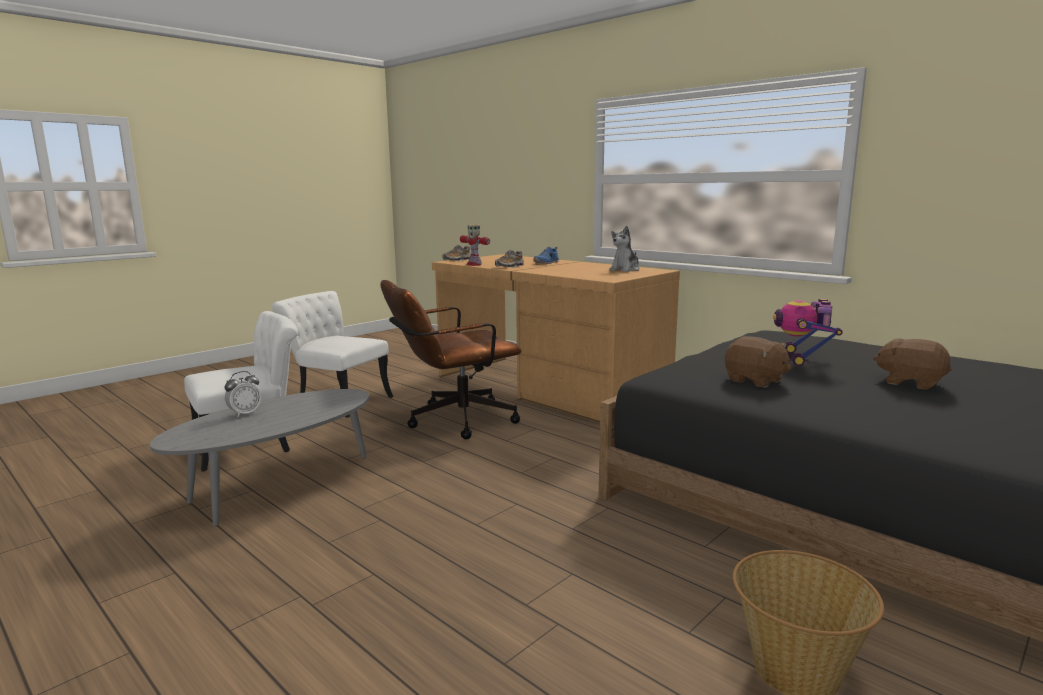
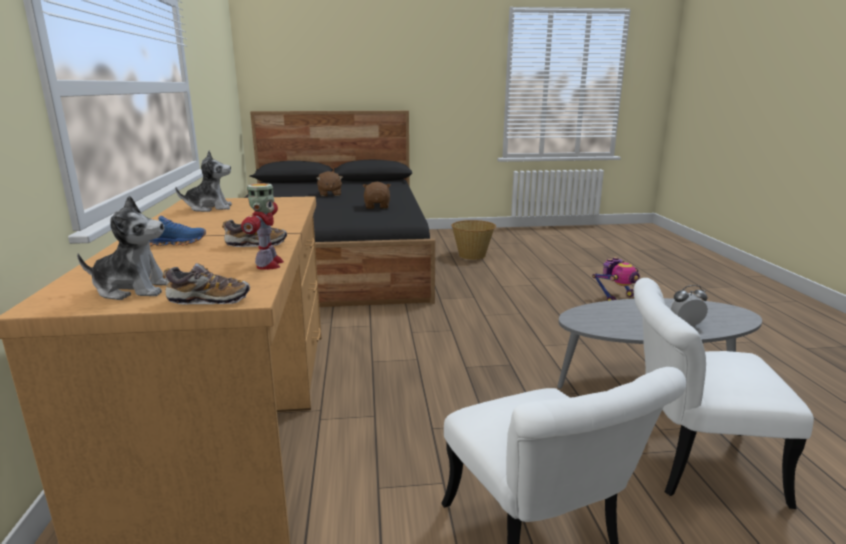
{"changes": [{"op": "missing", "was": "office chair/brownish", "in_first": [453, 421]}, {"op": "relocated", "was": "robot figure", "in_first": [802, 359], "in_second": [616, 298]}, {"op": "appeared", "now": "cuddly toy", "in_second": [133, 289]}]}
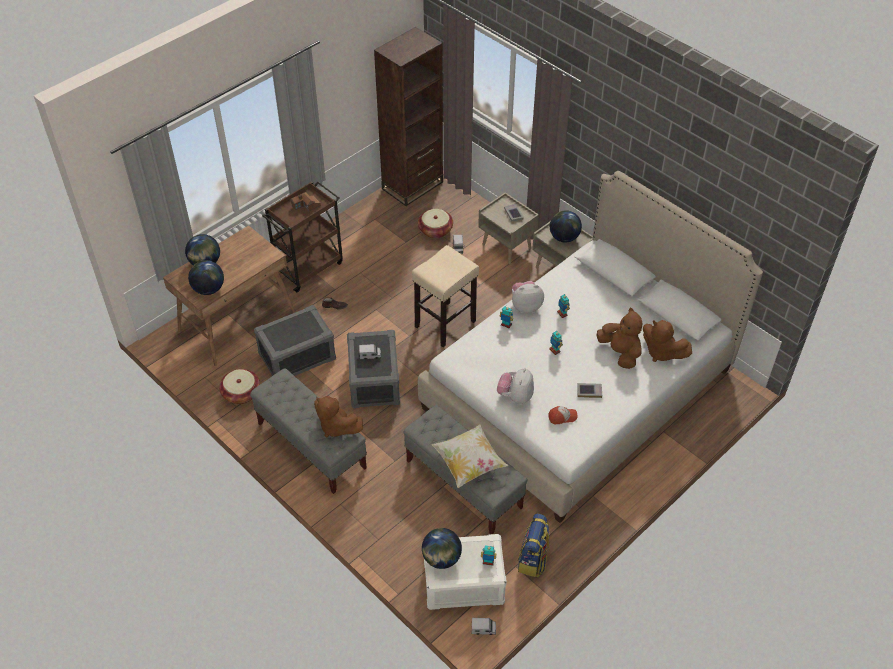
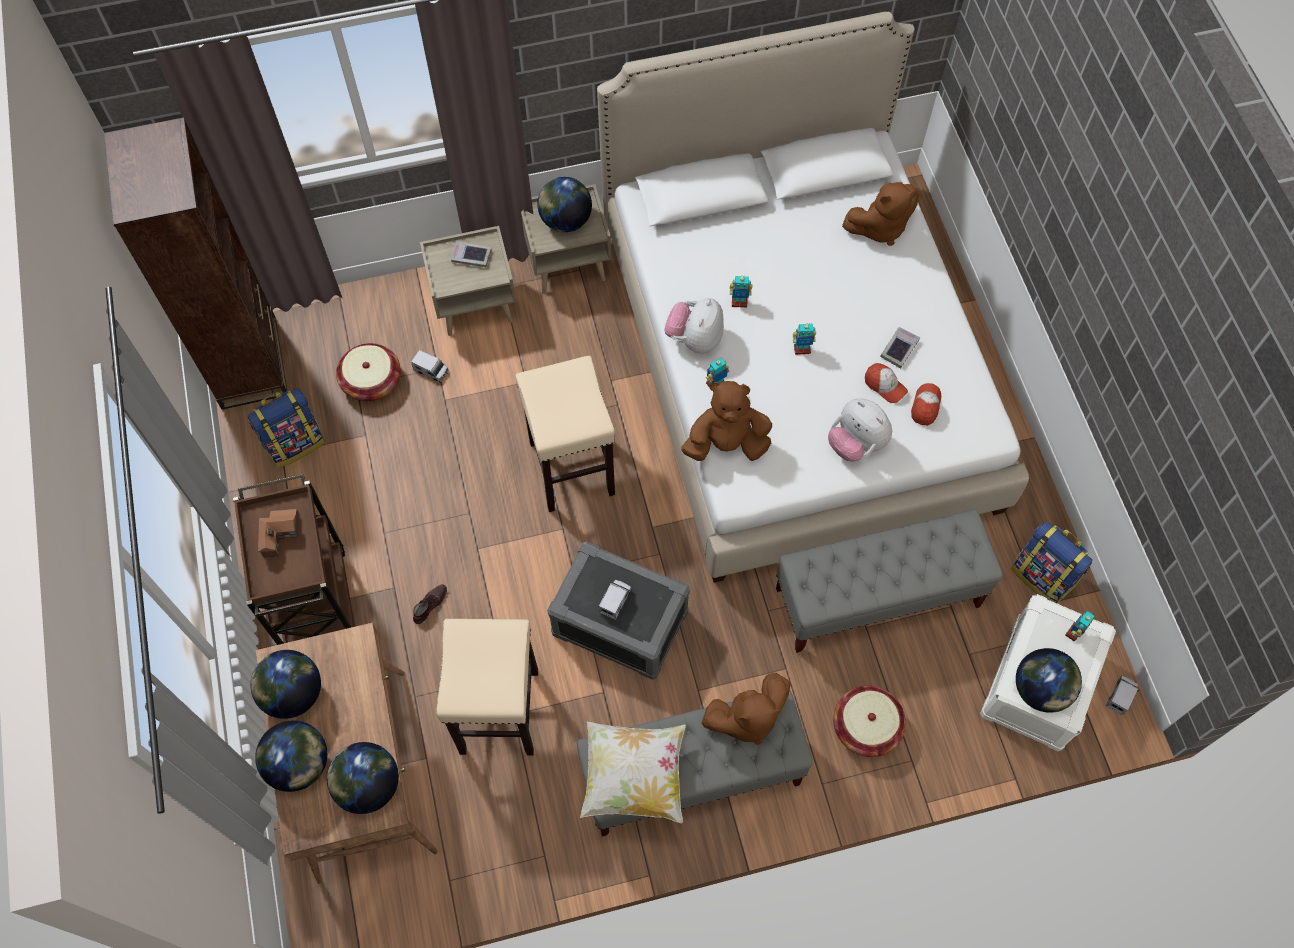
{"changes": [{"op": "exchanged", "was": "storage bin/grey", "now": "stool seat/sand-coloured", "in_first": [297, 357], "in_second": [499, 713]}, {"op": "relocated", "was": "cuddly toy/brownish", "in_first": [620, 353], "in_second": [726, 444]}, {"op": "relocated", "was": "basket", "in_first": [241, 393], "in_second": [866, 727]}, {"op": "relocated", "was": "cushion", "in_first": [469, 463], "in_second": [634, 777]}, {"op": "appeared", "now": "cap", "in_second": [884, 386]}, {"op": "appeared", "now": "backpack", "in_second": [295, 443]}, {"op": "appeared", "now": "globe", "in_second": [293, 693]}]}
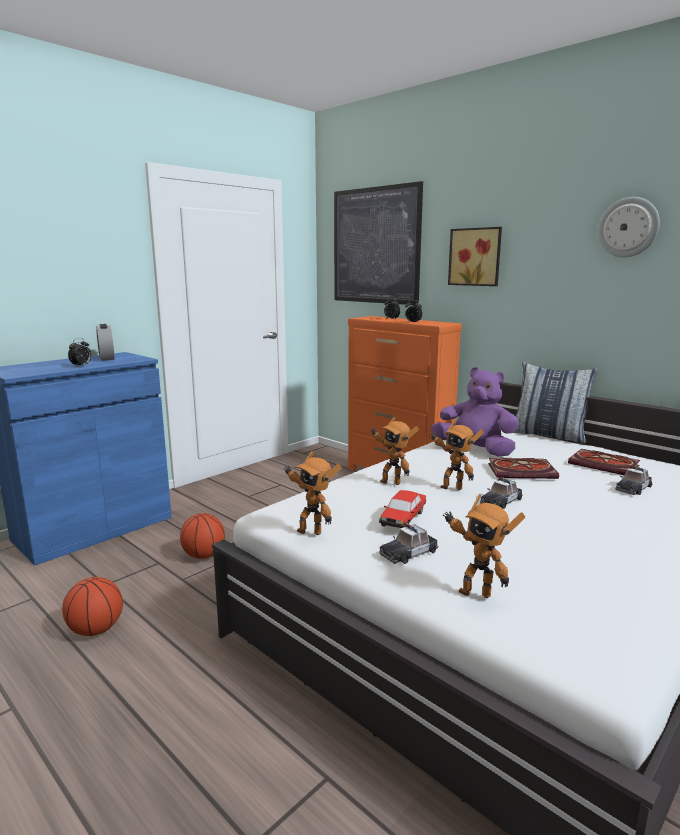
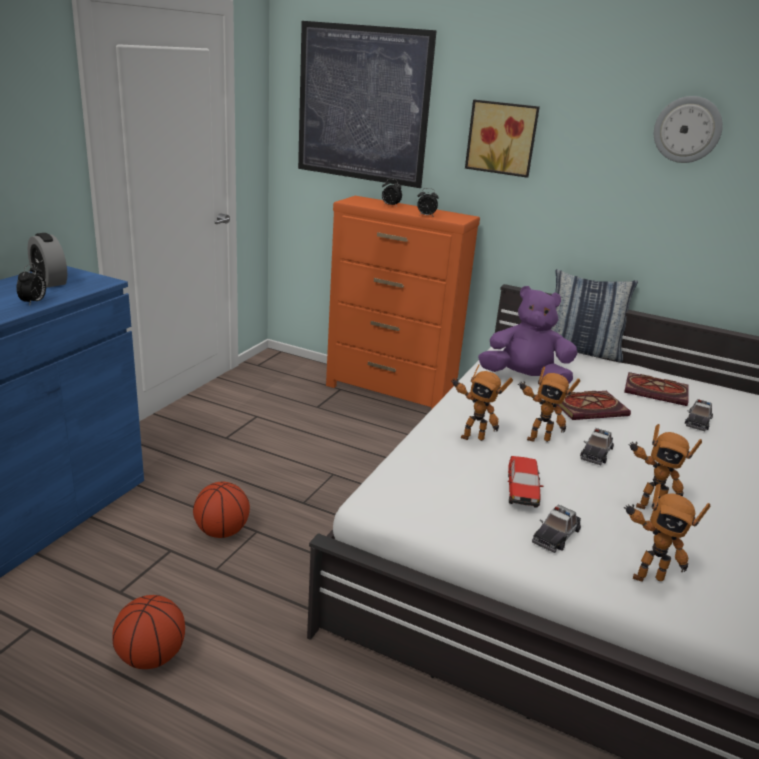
{"changes": [{"op": "relocated", "was": "robot figure", "in_first": [310, 531], "in_second": [647, 505]}]}
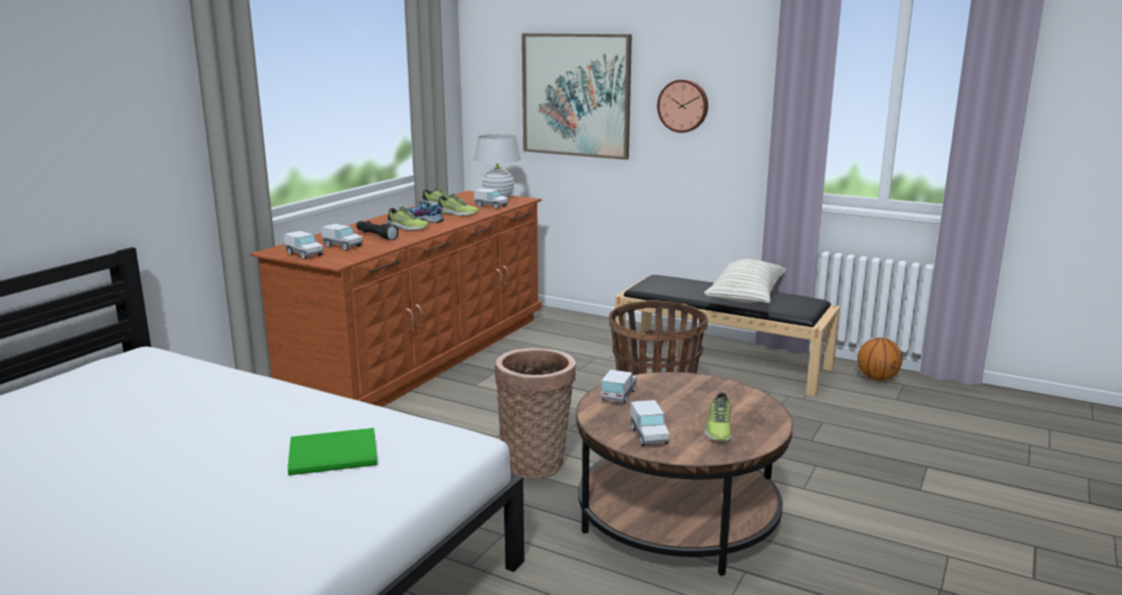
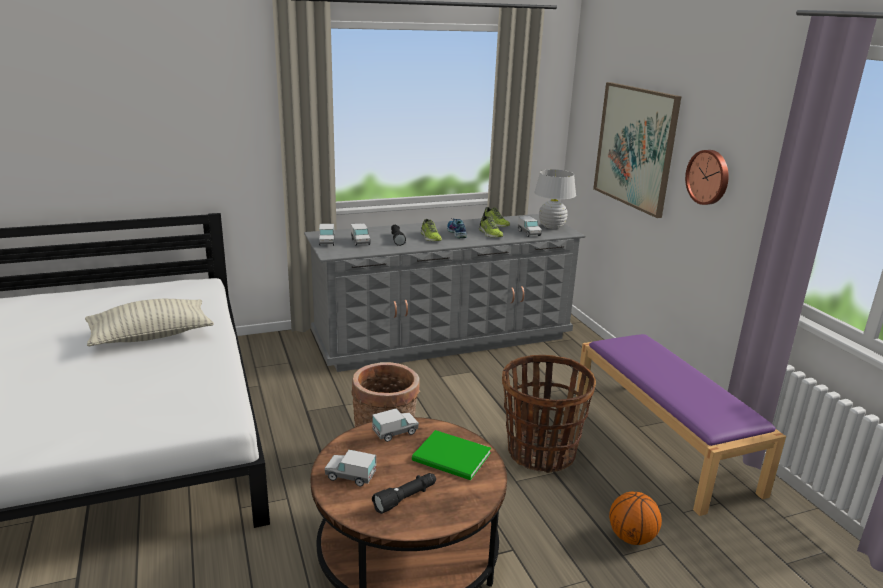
{"changes": [{"op": "colour", "was": "drawer chest/brownish", "now": "drawer chest/grey", "in_first": [422, 355], "in_second": [443, 338]}, {"op": "relocated", "was": "cushion", "in_first": [746, 297], "in_second": [151, 336]}, {"op": "colour", "was": "indoor bench/black", "now": "indoor bench/purple-coloured", "in_first": [723, 362], "in_second": [663, 441]}, {"op": "relocated", "was": "ball for basketball", "in_first": [877, 378], "in_second": [631, 537]}, {"op": "exchanged", "was": "shoe", "now": "hand torch/black", "in_first": [718, 429], "in_second": [406, 498]}, {"op": "spun", "was": "toy lorry", "in_first": [649, 436], "in_second": [350, 476], "clockwise": 75}, {"op": "relocated", "was": "volume/greenish", "in_first": [336, 455], "in_second": [452, 458]}]}
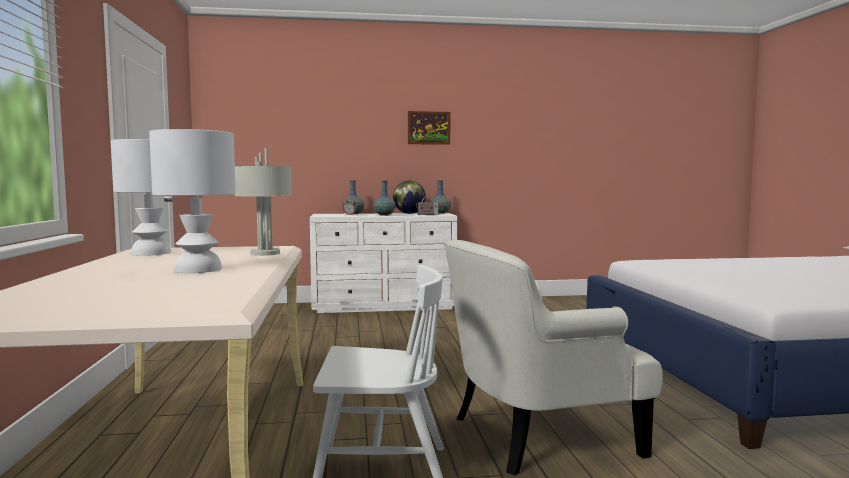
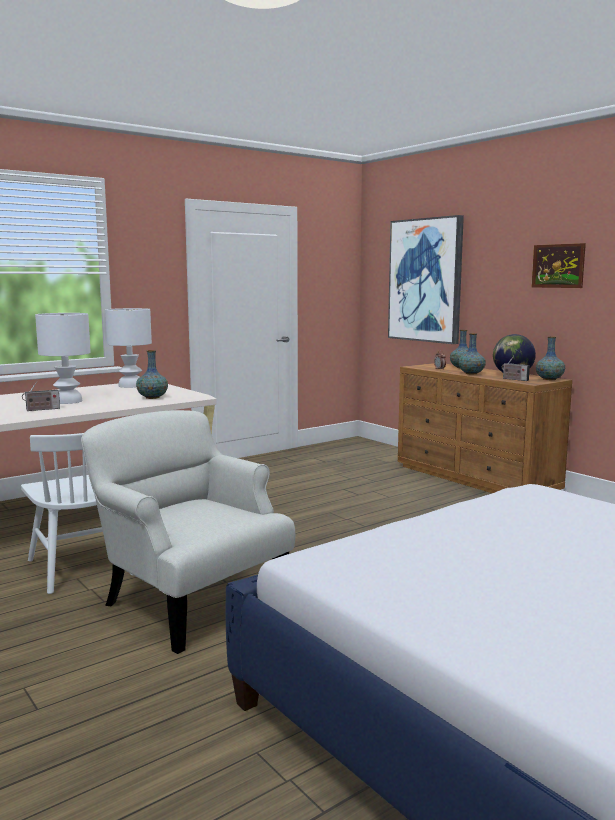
{"changes": [{"op": "exchanged", "was": "tabletop lamp/grey", "now": "decorative vase", "in_first": [265, 253], "in_second": [152, 397]}, {"op": "colour", "was": "drawer chest/white", "now": "drawer chest/brownish", "in_first": [385, 306], "in_second": [476, 478]}, {"op": "appeared", "now": "wall art", "in_second": [425, 280]}, {"op": "appeared", "now": "radio", "in_second": [41, 409]}]}
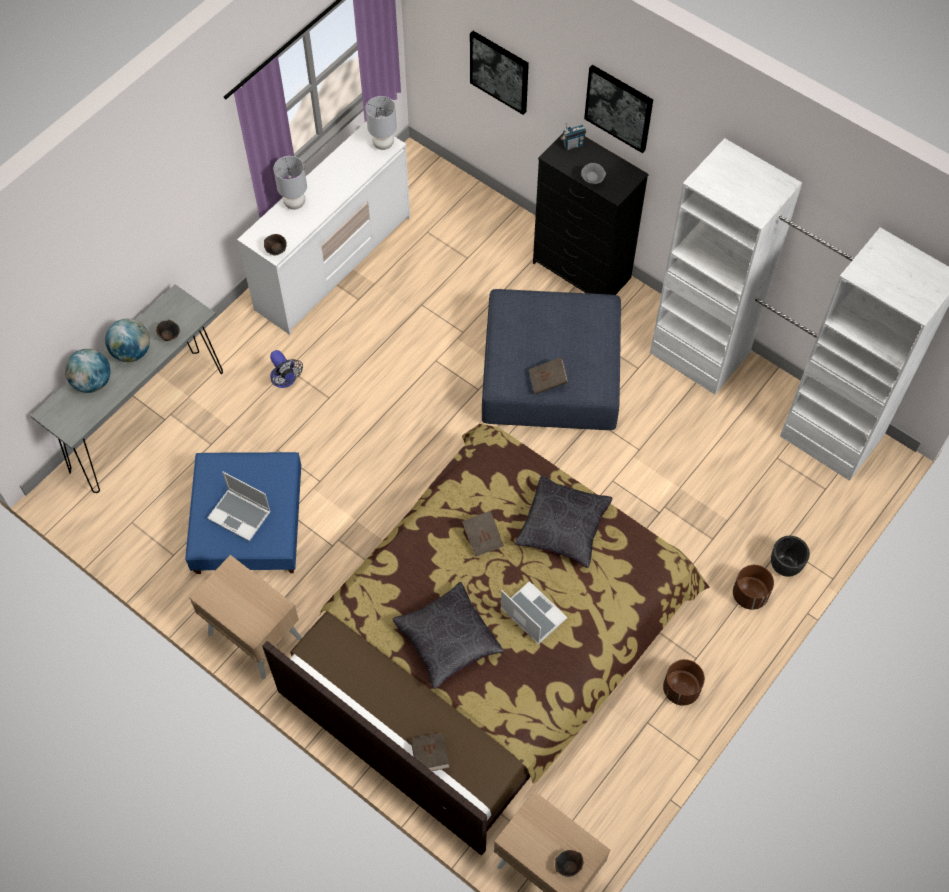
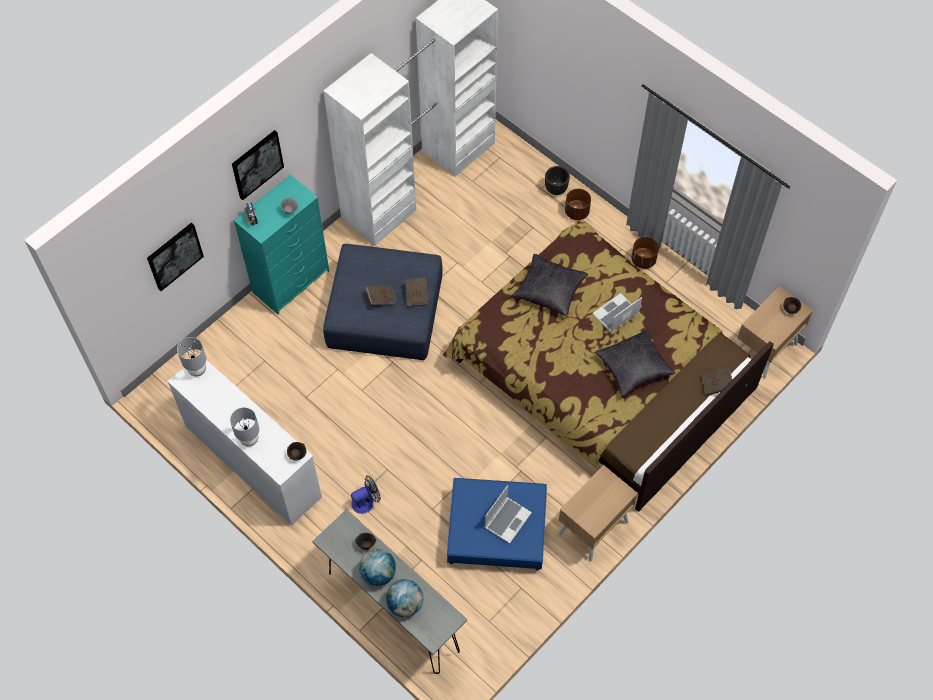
{"changes": [{"op": "colour", "was": "drawer chest/black", "now": "drawer chest/blue-green", "in_first": [582, 271], "in_second": [291, 281]}, {"op": "relocated", "was": "volume/brownish", "in_first": [483, 538], "in_second": [381, 298]}]}
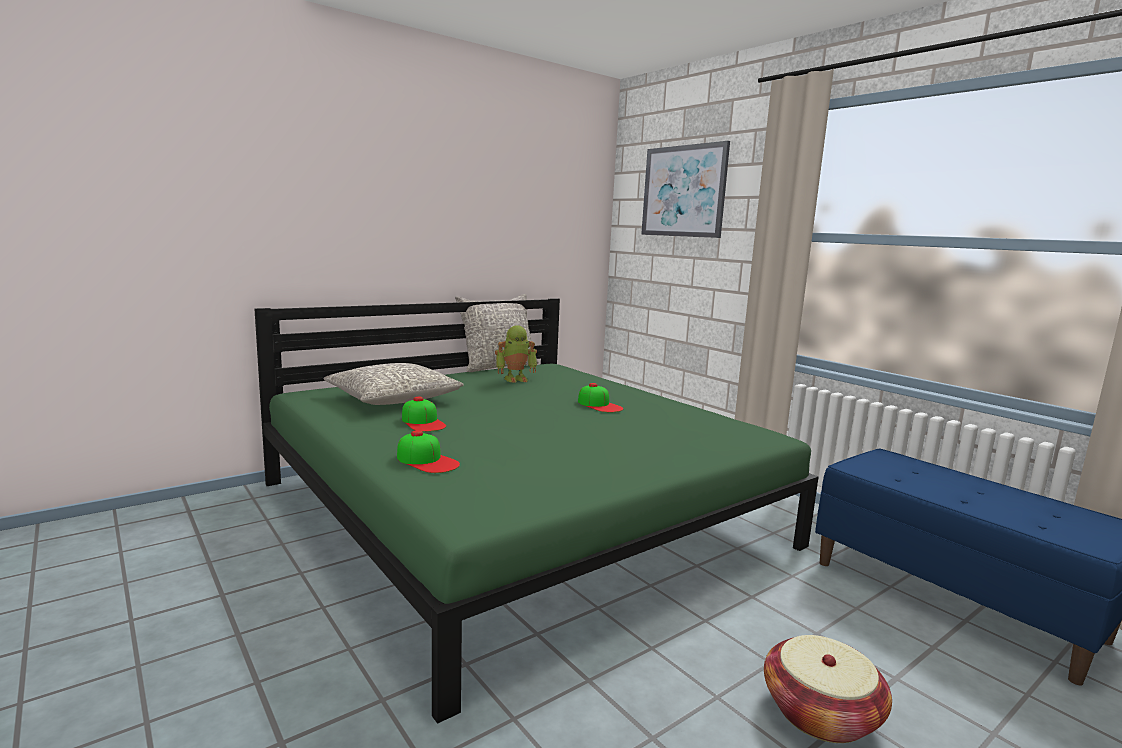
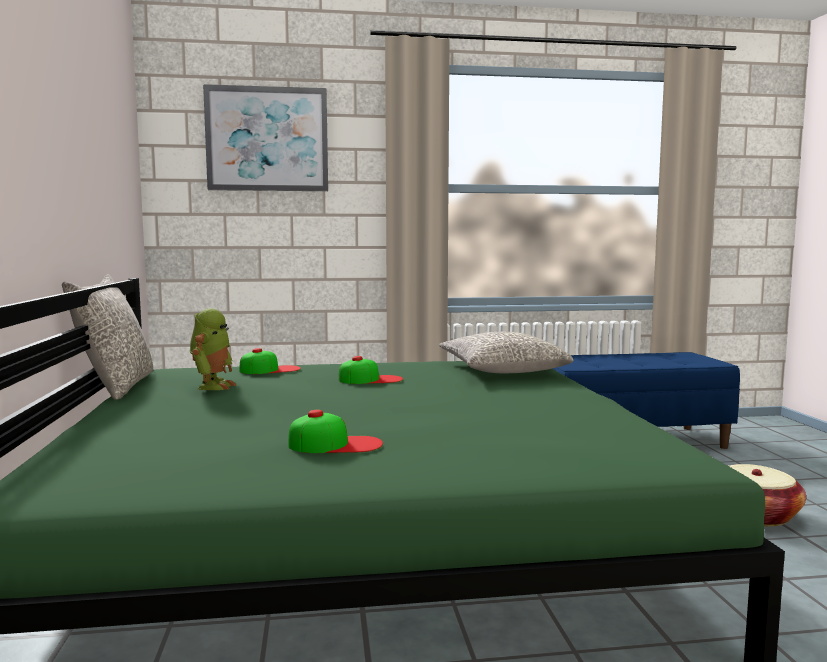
{"changes": [{"op": "relocated", "was": "cushion/grey", "in_first": [394, 399], "in_second": [501, 370]}, {"op": "relocated", "was": "cap", "in_first": [427, 460], "in_second": [270, 370]}]}
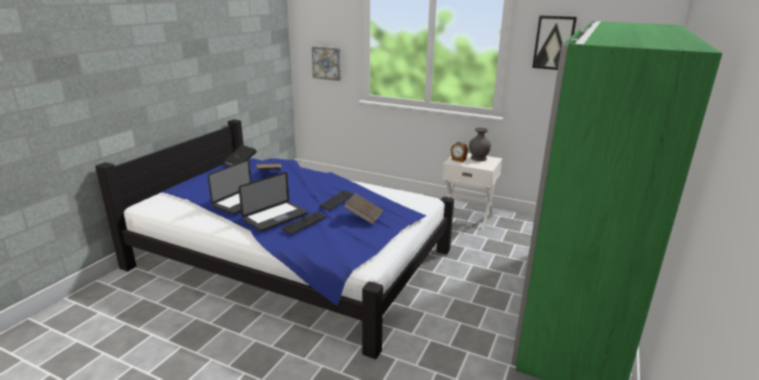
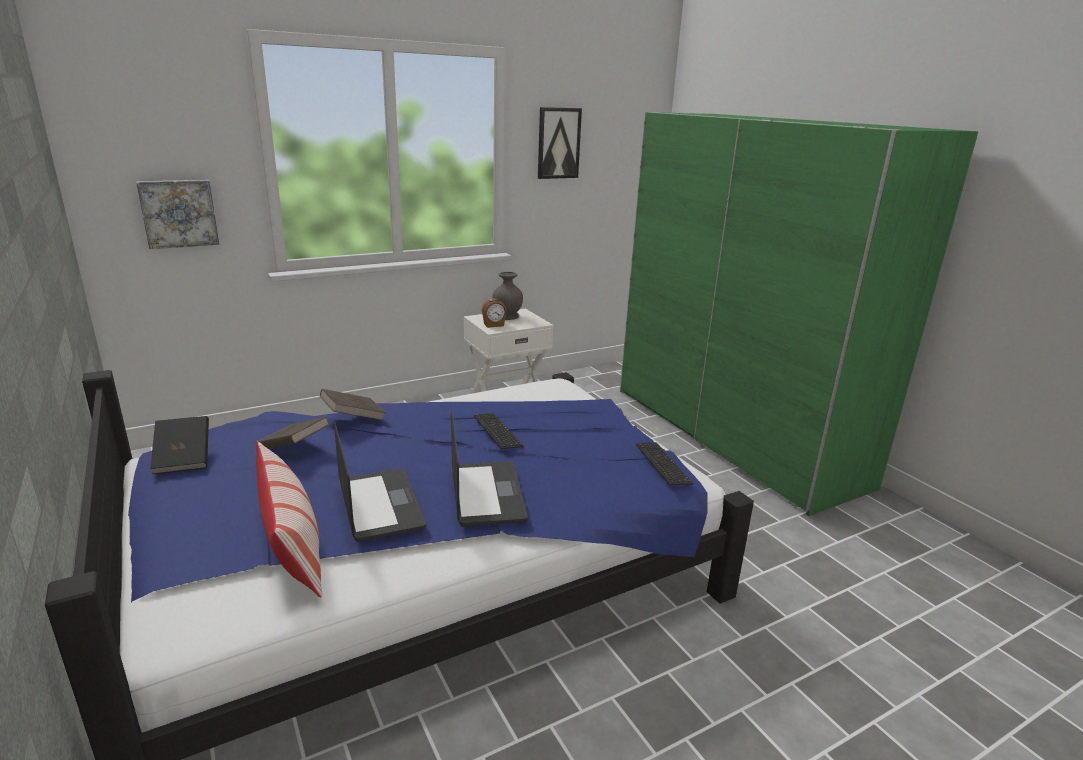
{"changes": [{"op": "relocated", "was": "volume/brownish", "in_first": [363, 216], "in_second": [353, 417]}, {"op": "relocated", "was": "keyboard", "in_first": [304, 224], "in_second": [662, 465]}, {"op": "appeared", "now": "cushion", "in_second": [292, 546]}]}
